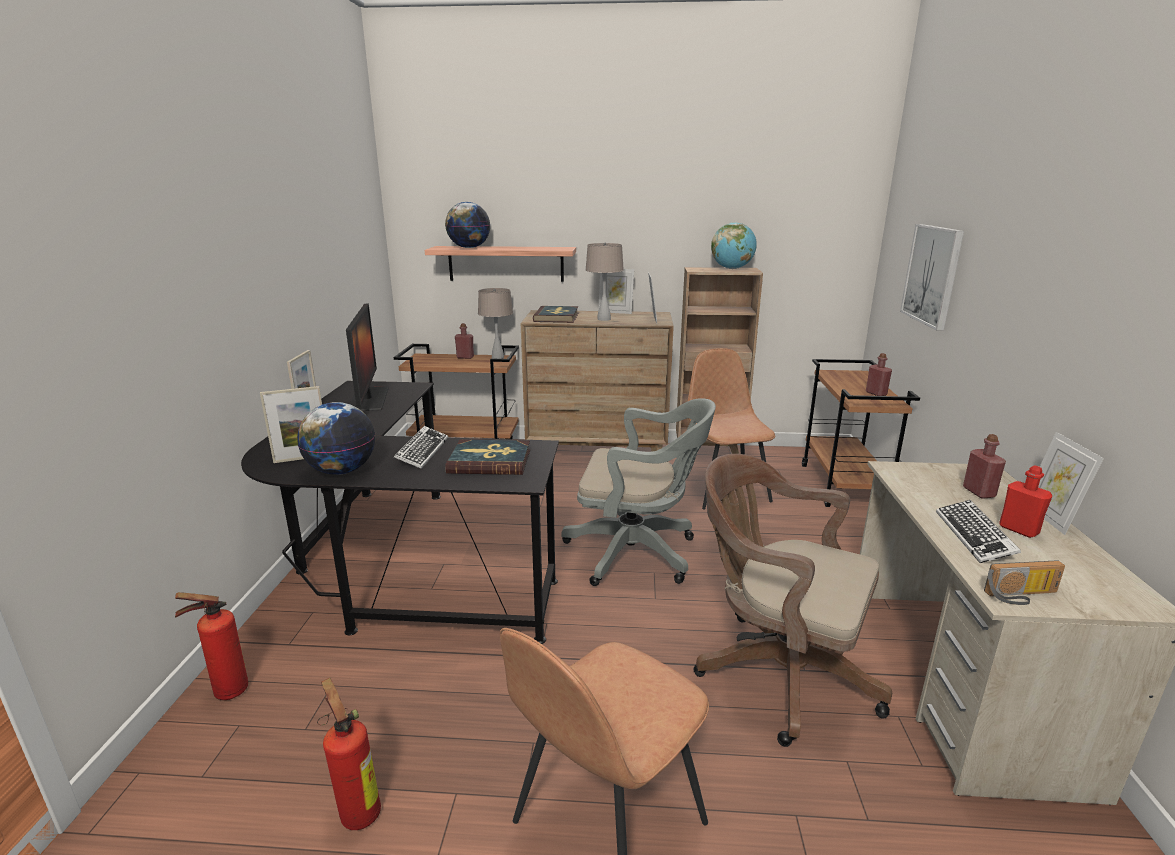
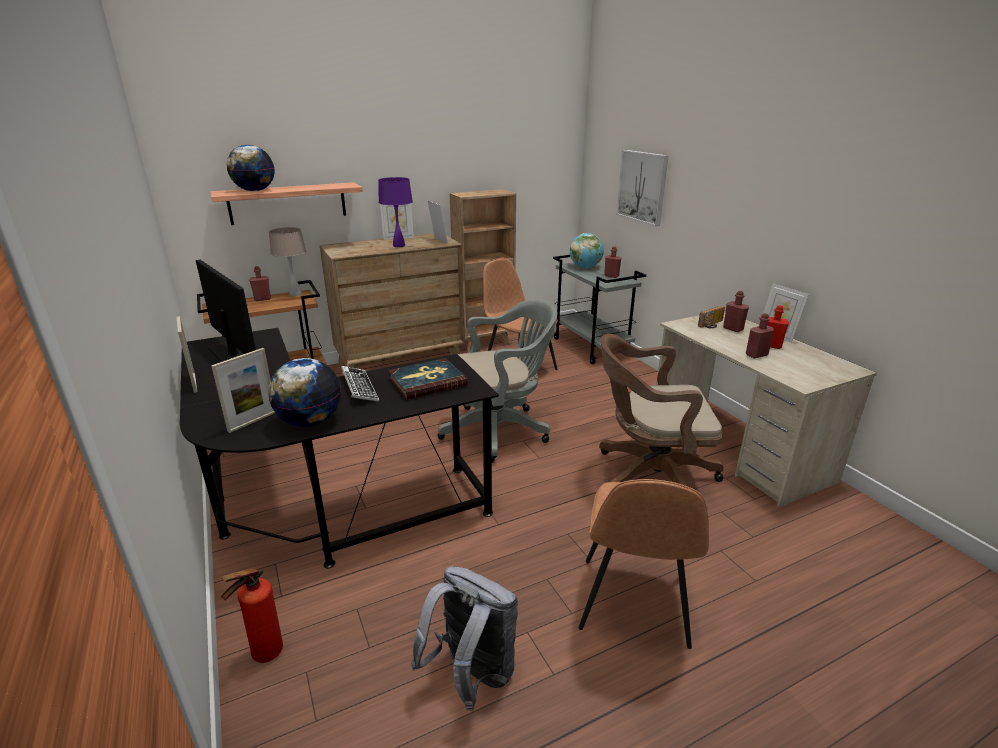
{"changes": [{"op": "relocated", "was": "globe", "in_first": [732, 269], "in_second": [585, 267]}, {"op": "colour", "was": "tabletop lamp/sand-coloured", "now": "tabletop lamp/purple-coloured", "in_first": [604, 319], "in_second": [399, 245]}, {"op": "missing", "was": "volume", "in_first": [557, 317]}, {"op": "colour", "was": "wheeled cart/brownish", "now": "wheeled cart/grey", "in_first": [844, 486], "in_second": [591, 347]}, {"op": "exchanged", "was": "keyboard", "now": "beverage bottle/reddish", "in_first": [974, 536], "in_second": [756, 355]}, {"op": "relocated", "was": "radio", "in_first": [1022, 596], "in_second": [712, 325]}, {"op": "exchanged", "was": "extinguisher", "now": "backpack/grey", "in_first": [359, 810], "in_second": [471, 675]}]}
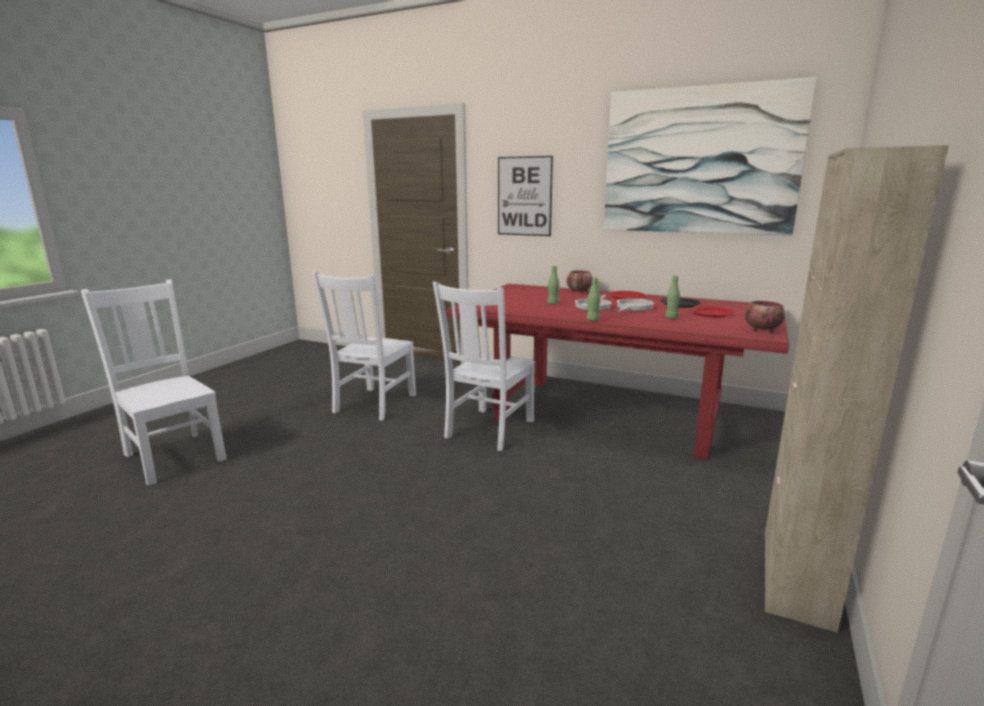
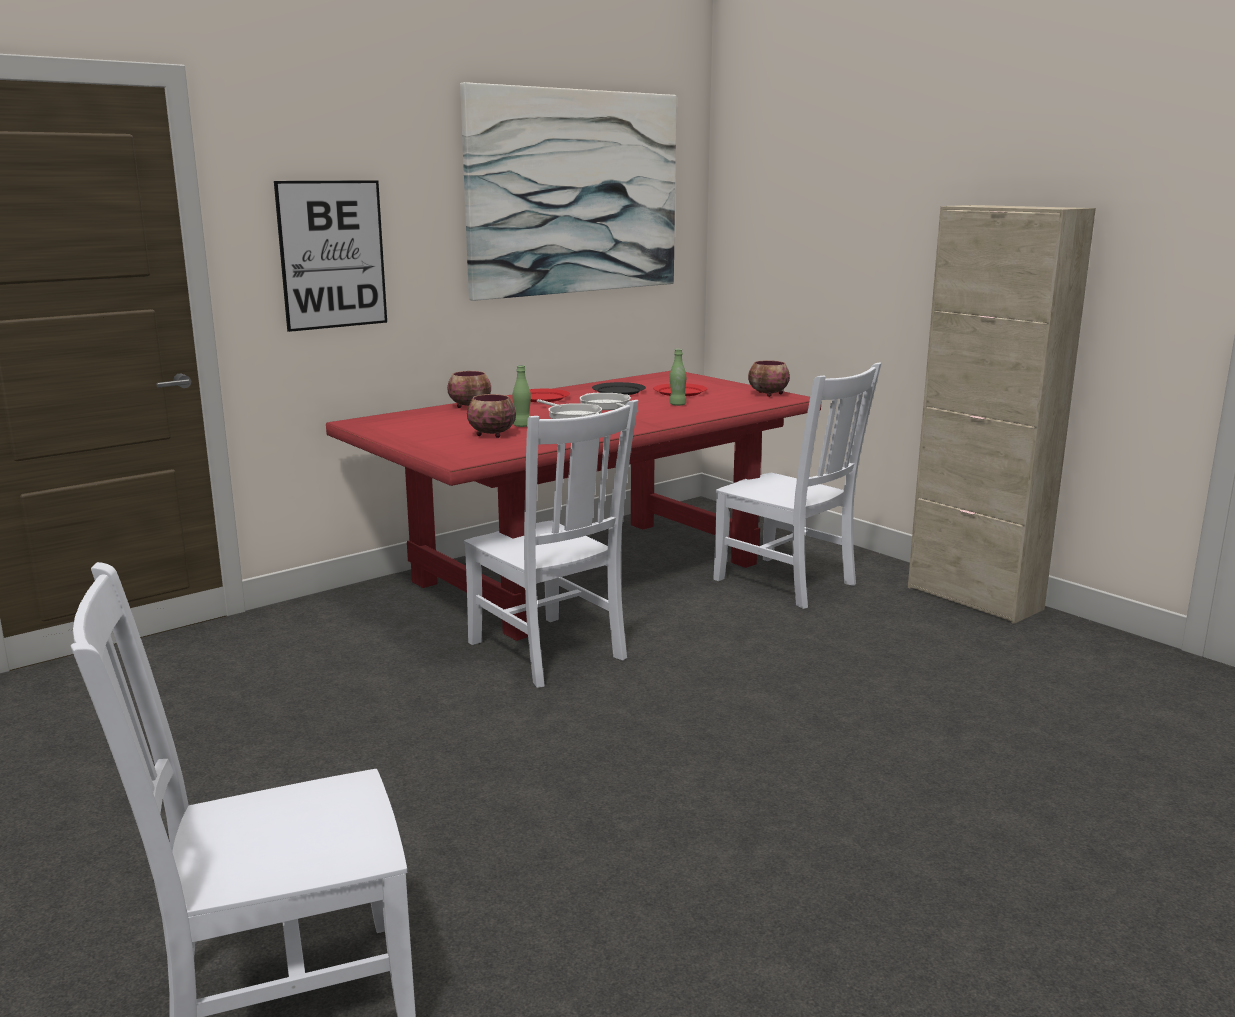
{"changes": [{"op": "relocated", "was": "upright chair/white", "in_first": [373, 404], "in_second": [788, 583]}, {"op": "missing", "was": "beverage bottle/greenish", "in_first": [592, 320]}, {"op": "appeared", "now": "serving bowl", "in_second": [491, 434]}]}
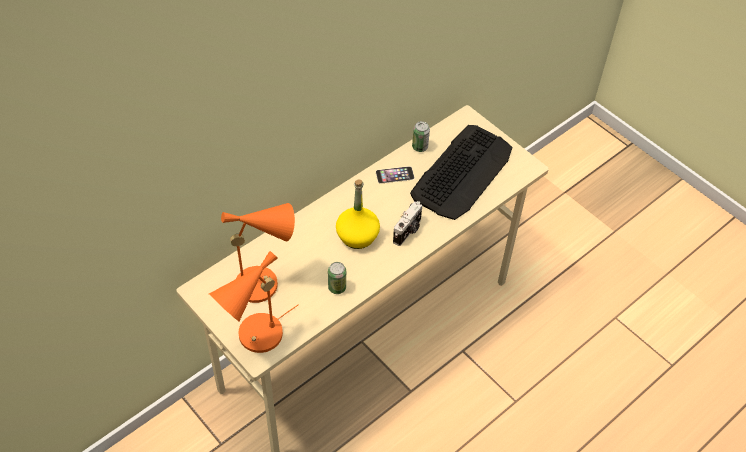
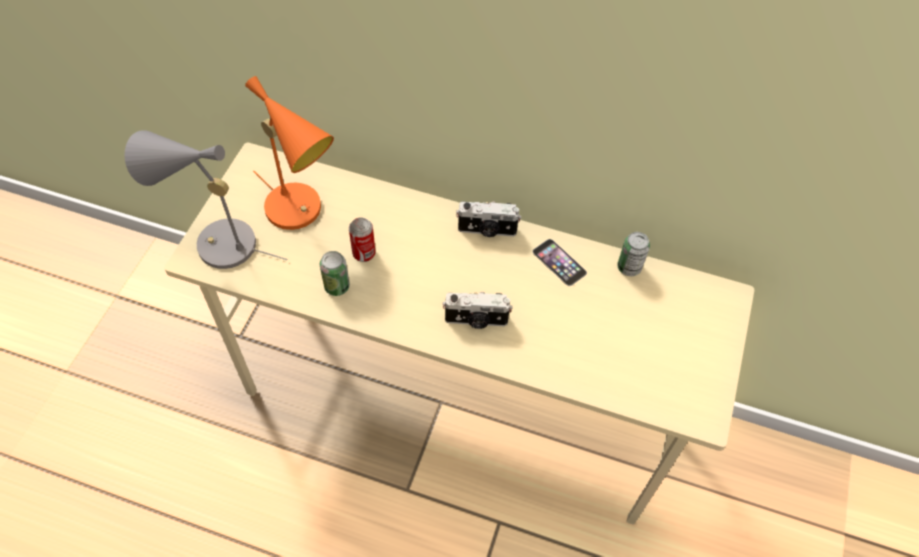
{"changes": [{"op": "missing", "was": "keyboard", "in_first": [462, 172]}, {"op": "missing", "was": "beverage bottle/yellowish", "in_first": [357, 236]}, {"op": "colour", "was": "tabletop lamp/orange-coloured", "now": "tabletop lamp/grey", "in_first": [256, 339], "in_second": [217, 244]}, {"op": "appeared", "now": "photo camera", "in_second": [487, 231]}, {"op": "appeared", "now": "metal can", "in_second": [364, 253]}]}
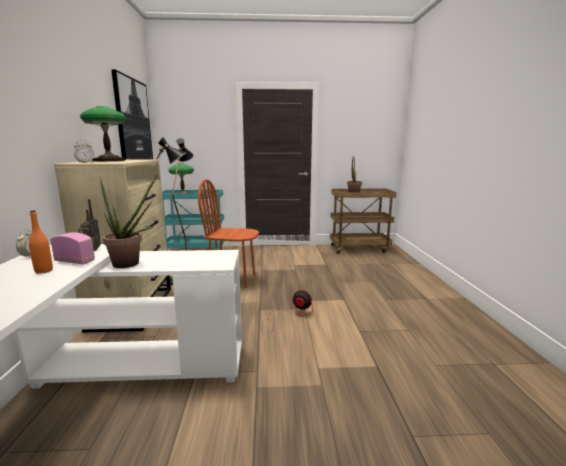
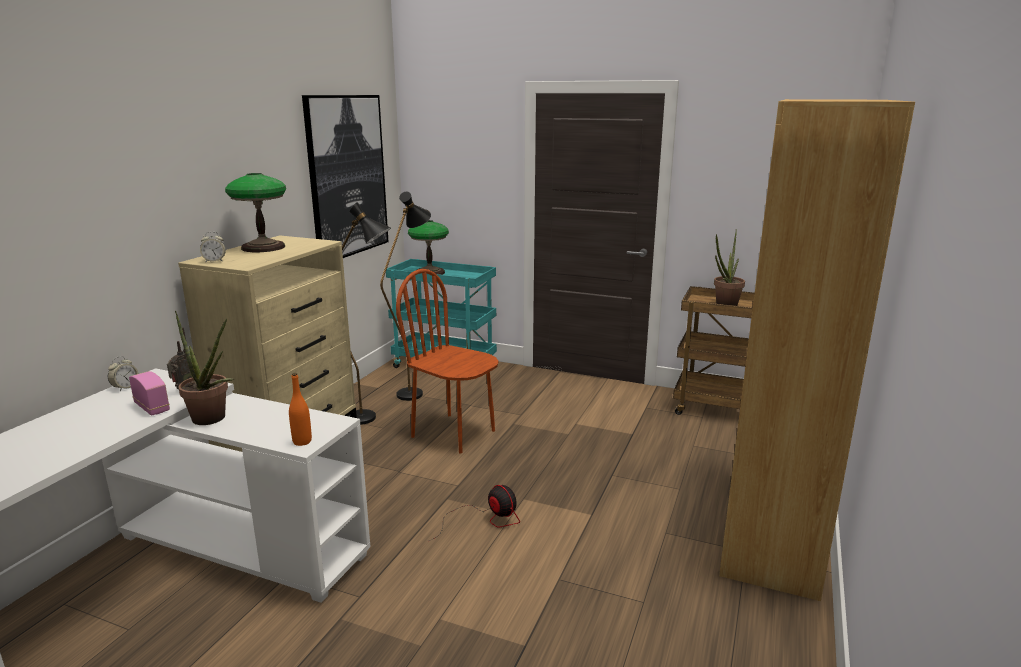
{"changes": [{"op": "relocated", "was": "beverage bottle/orange-coloured", "in_first": [44, 271], "in_second": [302, 441]}, {"op": "appeared", "now": "bookshelf/brownish", "in_second": [773, 528]}]}
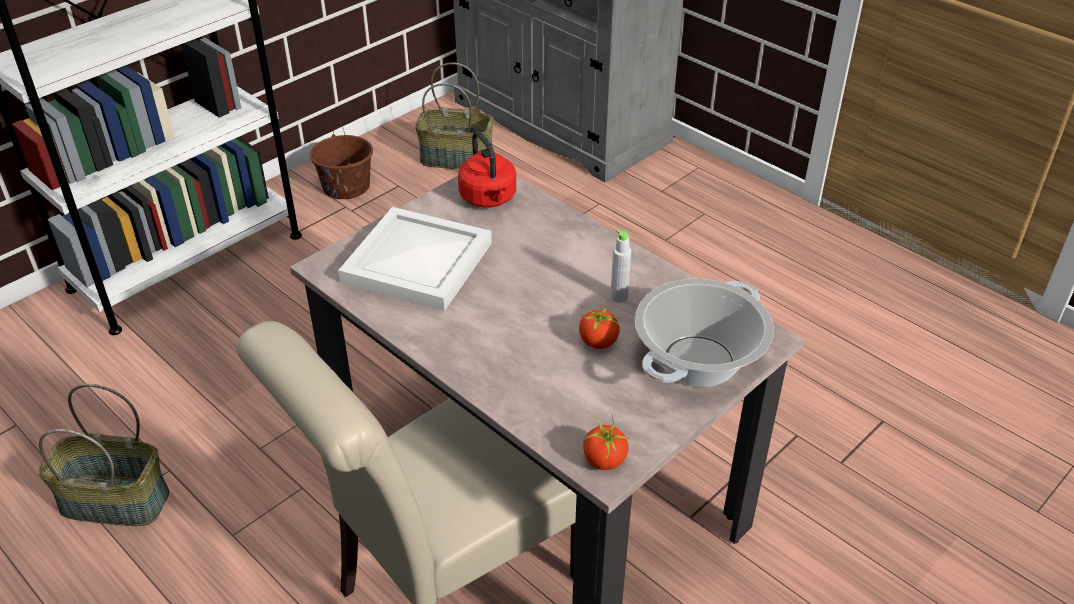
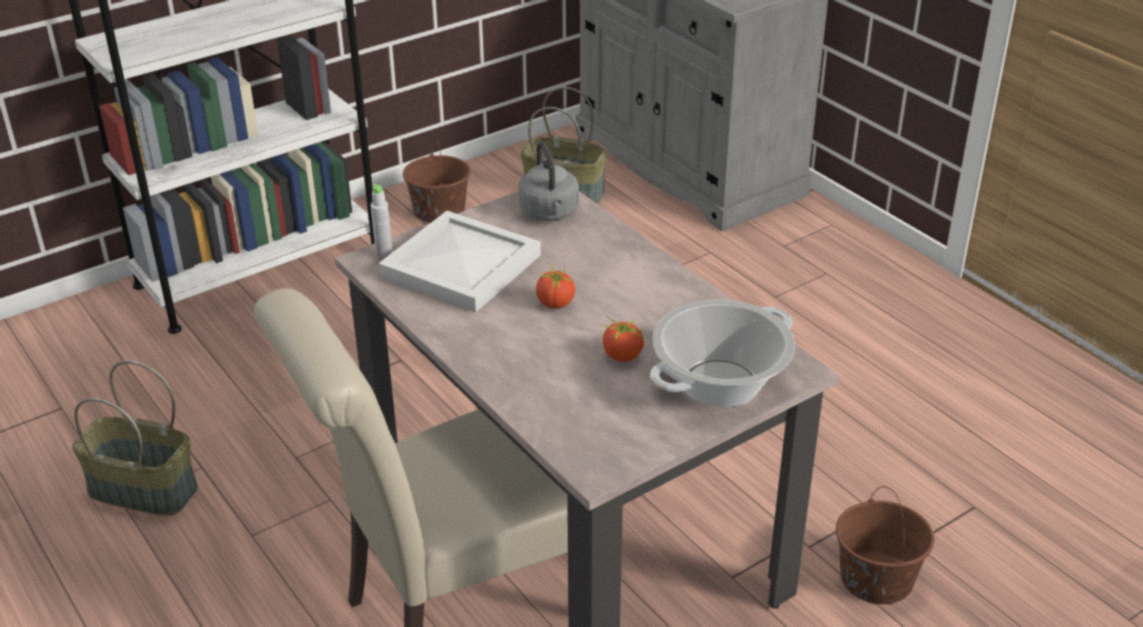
{"changes": [{"op": "colour", "was": "water kettle/reddish", "now": "water kettle/grey", "in_first": [489, 199], "in_second": [550, 213]}, {"op": "relocated", "was": "beverage bottle/grey", "in_first": [619, 297], "in_second": [384, 254]}, {"op": "relocated", "was": "whole tomato", "in_first": [604, 460], "in_second": [555, 303]}, {"op": "appeared", "now": "water bucket/brownish", "in_second": [876, 578]}]}
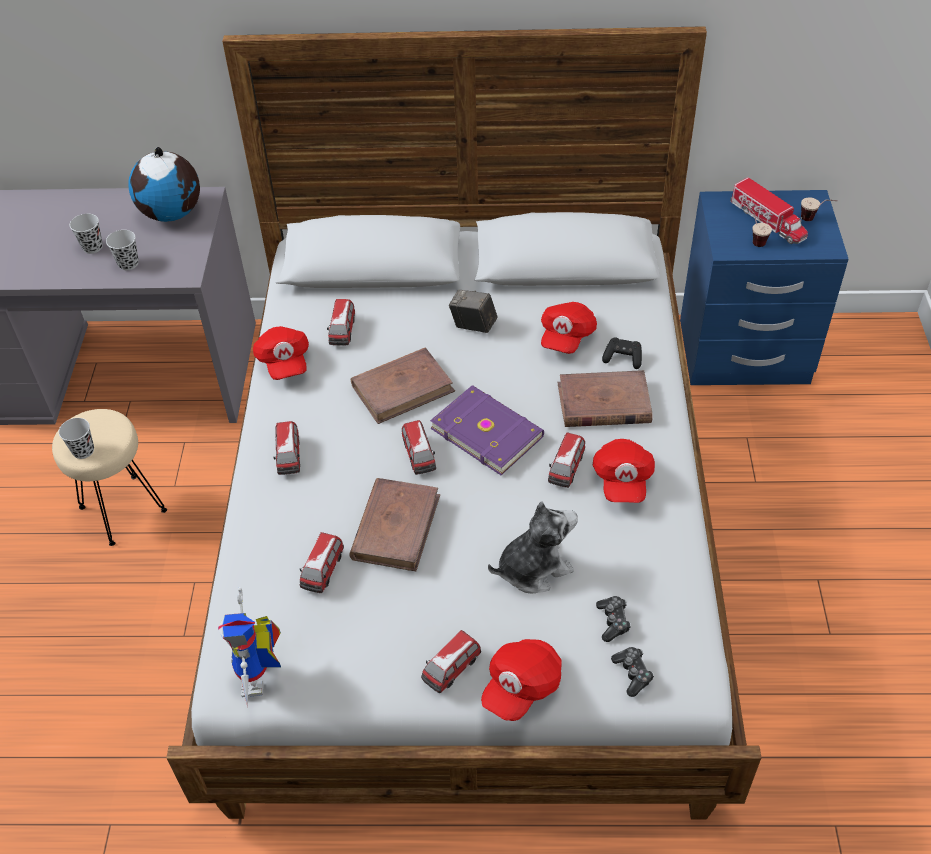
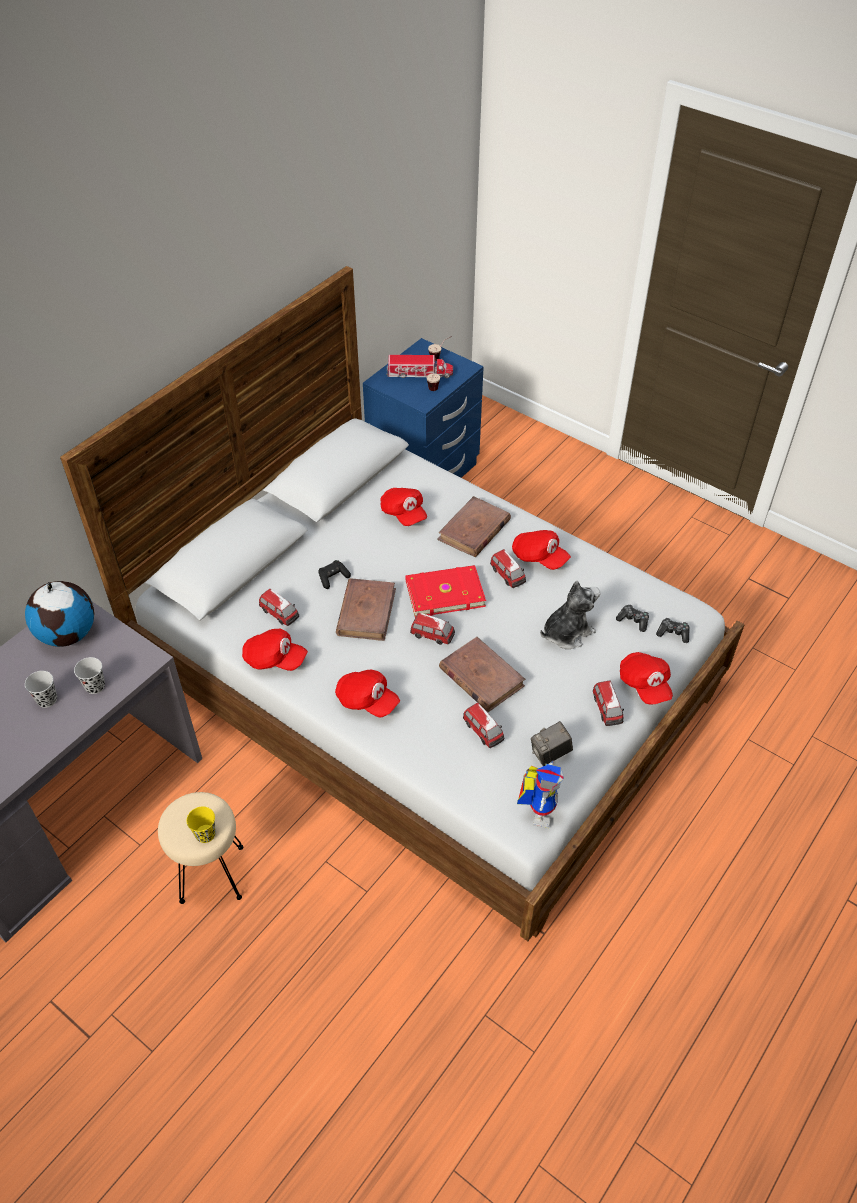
{"changes": [{"op": "relocated", "was": "photo camera", "in_first": [473, 325], "in_second": [550, 754]}, {"op": "relocated", "was": "joypad/black", "in_first": [623, 358], "in_second": [333, 578]}, {"op": "colour", "was": "volume/purple-coloured", "now": "volume/reddish", "in_first": [487, 431], "in_second": [444, 592]}, {"op": "colour", "was": "cup/black", "now": "cup/yellowish", "in_first": [83, 451], "in_second": [205, 834]}, {"op": "exchanged", "was": "toy car", "now": "cap/reddish", "in_first": [289, 457], "in_second": [367, 701]}, {"op": "spun", "was": "cuddly toy", "in_first": [533, 568], "in_second": [567, 632], "clockwise": 45}, {"op": "spun", "was": "robot figure", "in_first": [261, 680], "in_second": [538, 809], "clockwise": -105}]}
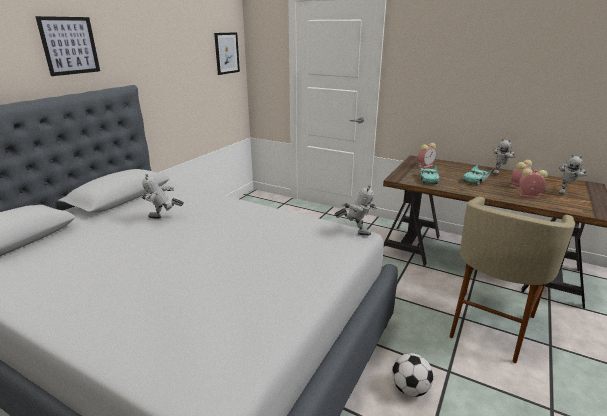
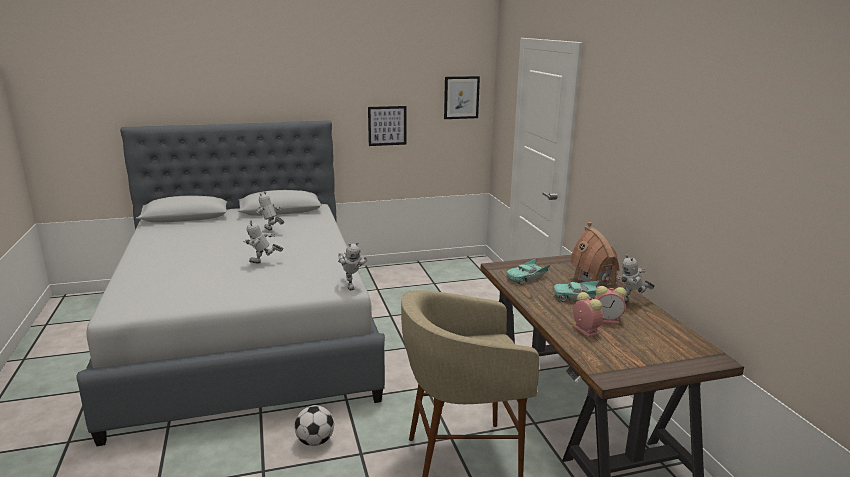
{"changes": [{"op": "relocated", "was": "wall art", "in_first": [69, 45], "in_second": [387, 125]}, {"op": "missing", "was": "bedside clock", "in_first": [425, 165]}, {"op": "relocated", "was": "robot figure", "in_first": [565, 192], "in_second": [263, 263]}, {"op": "appeared", "now": "toy house", "in_second": [594, 279]}]}
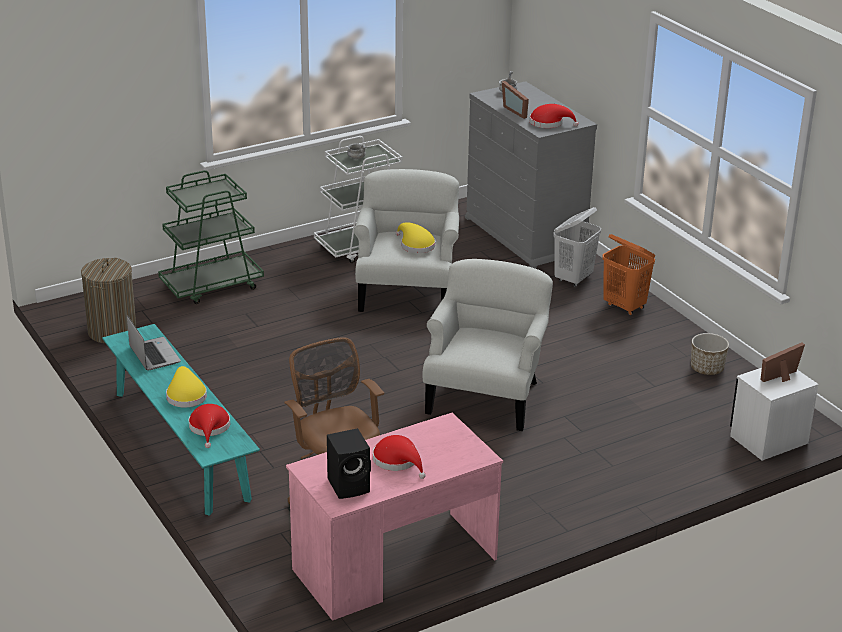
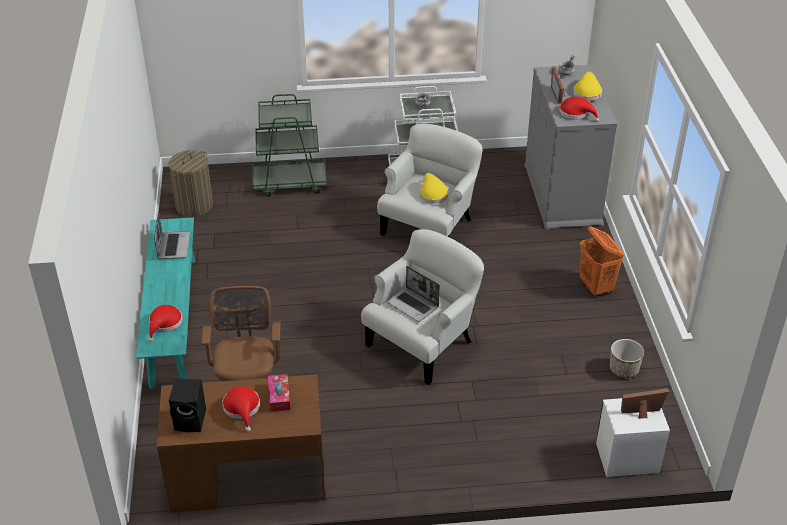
{"changes": [{"op": "missing", "was": "laundry basket/white", "in_first": [574, 279]}, {"op": "relocated", "was": "clothing hat/yellowish", "in_first": [185, 395], "in_second": [587, 92]}, {"op": "colour", "was": "desk table/pinkish", "now": "desk table/brownish", "in_first": [394, 565], "in_second": [248, 478]}, {"op": "appeared", "now": "notebook computer", "in_second": [413, 305]}, {"op": "appeared", "now": "tissue box", "in_second": [279, 397]}]}
